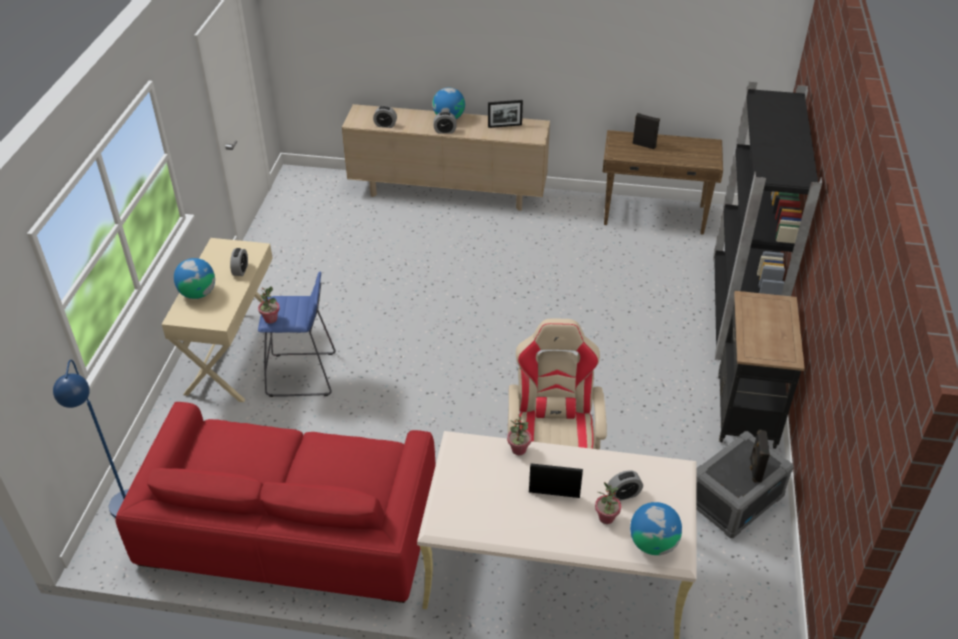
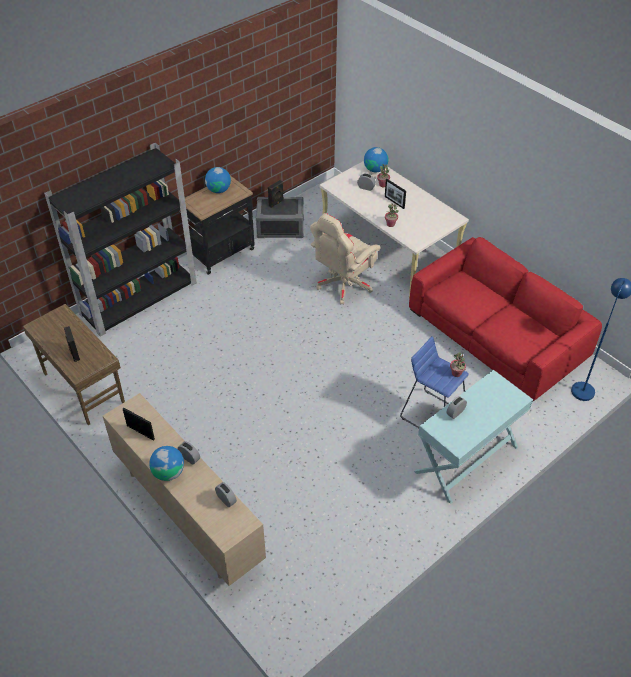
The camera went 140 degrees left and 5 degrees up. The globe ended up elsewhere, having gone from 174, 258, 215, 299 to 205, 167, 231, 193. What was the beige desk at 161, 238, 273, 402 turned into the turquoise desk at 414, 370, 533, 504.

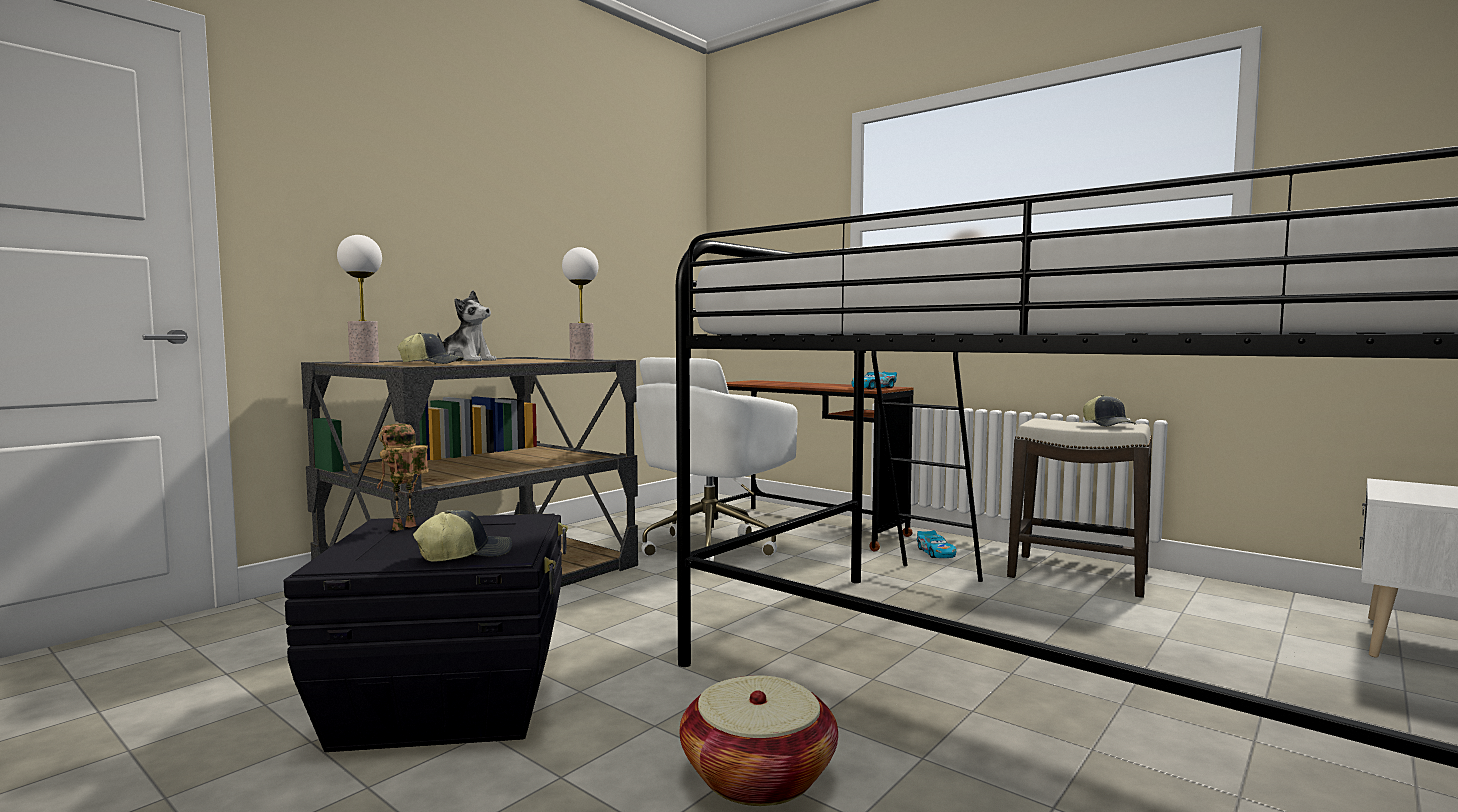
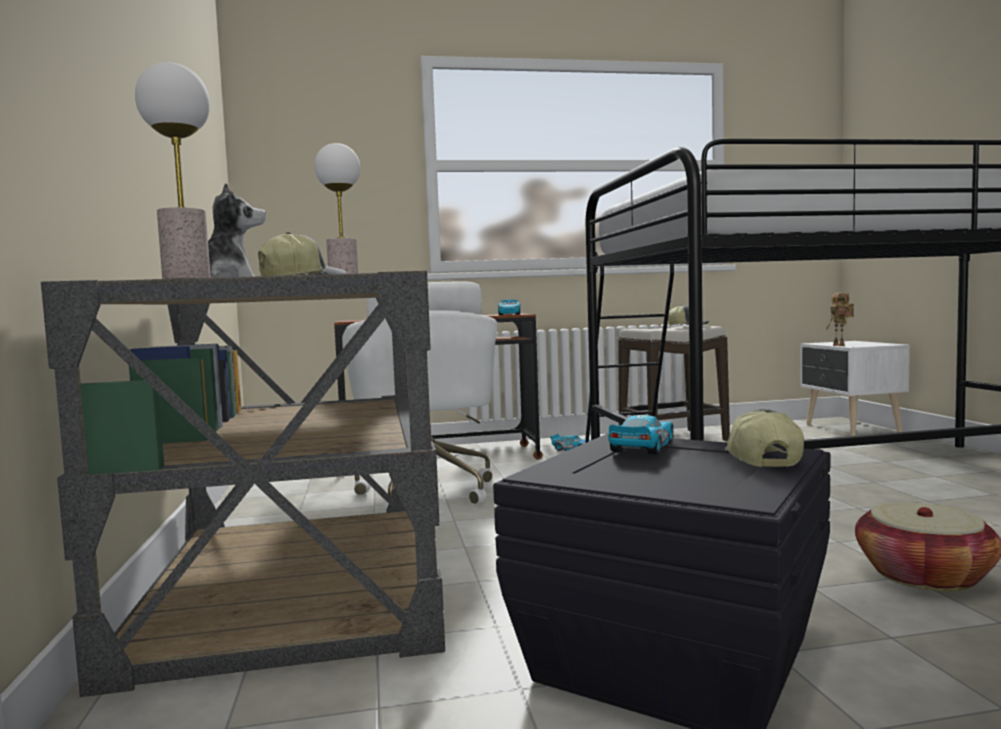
The camera went 50 degrees left and 0 degrees up. The second view gained the toy car at 608, 415, 674, 455. The toy robot ended up elsewhere, having gone from 377, 424, 429, 531 to 826, 292, 854, 346.

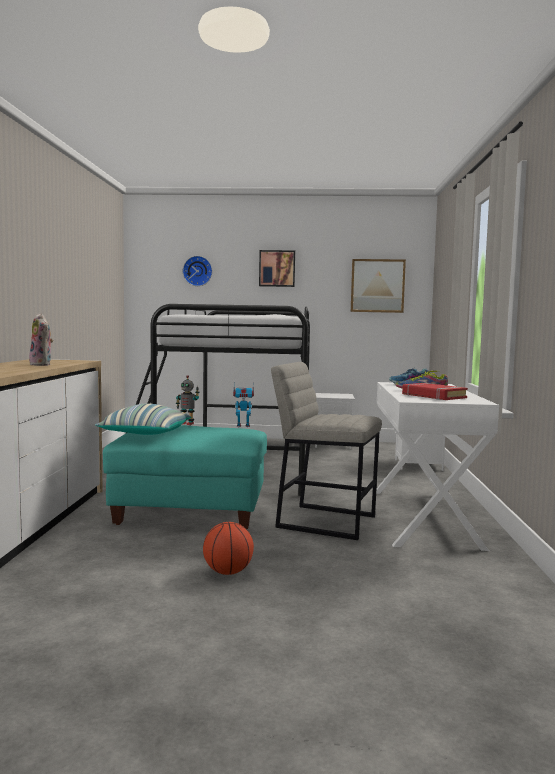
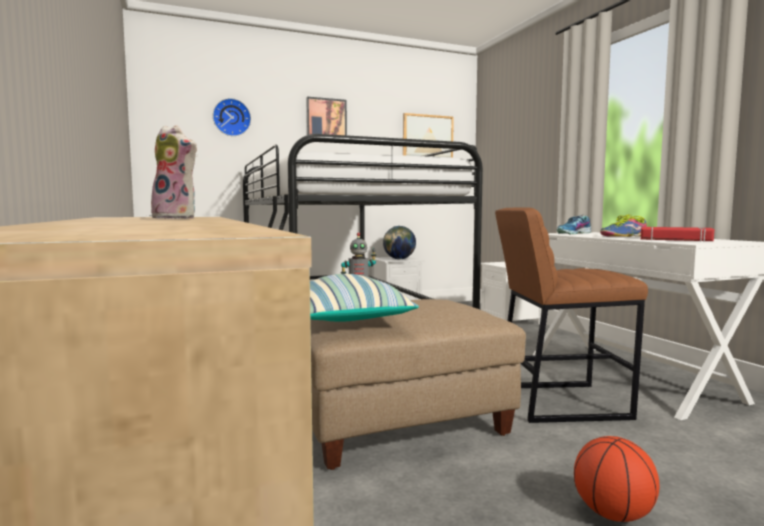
The camera went 25 degrees left and 0 degrees up. The second view lost the toy robot at 233, 382, 254, 428. The second view gained the globe at 383, 226, 416, 259. What was the turquoise ottoman at 103, 425, 267, 529 turned into the beige ottoman at 310, 299, 526, 470. What was the grey chair at 271, 362, 382, 540 turned into the brown chair at 495, 207, 648, 423.

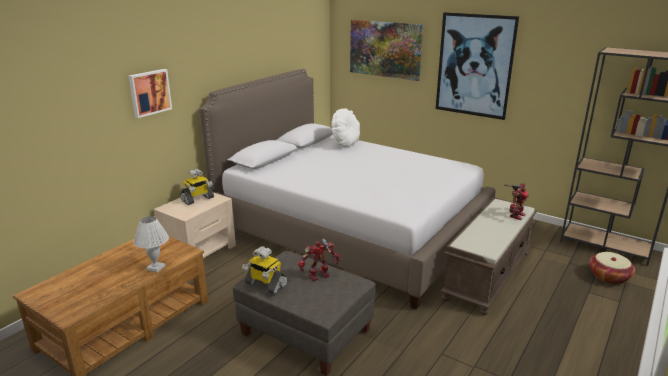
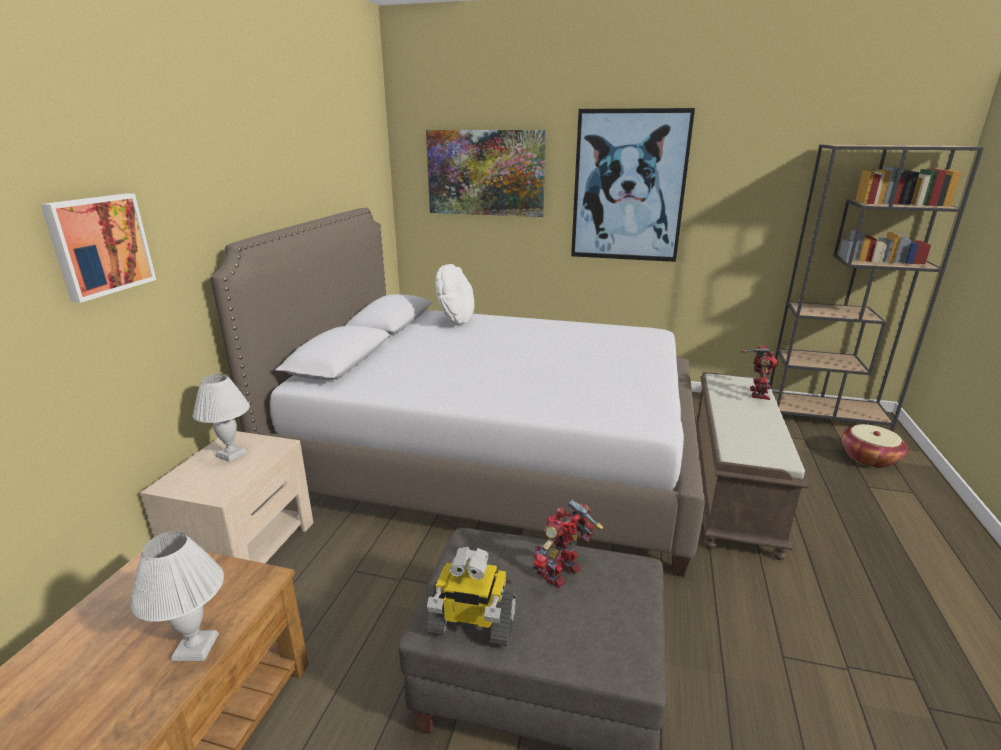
The camera went 20 degrees left and 0 degrees up. Where the toy robot stood at 180, 169, 214, 205, the white table lamp came to stand at 192, 374, 250, 462.

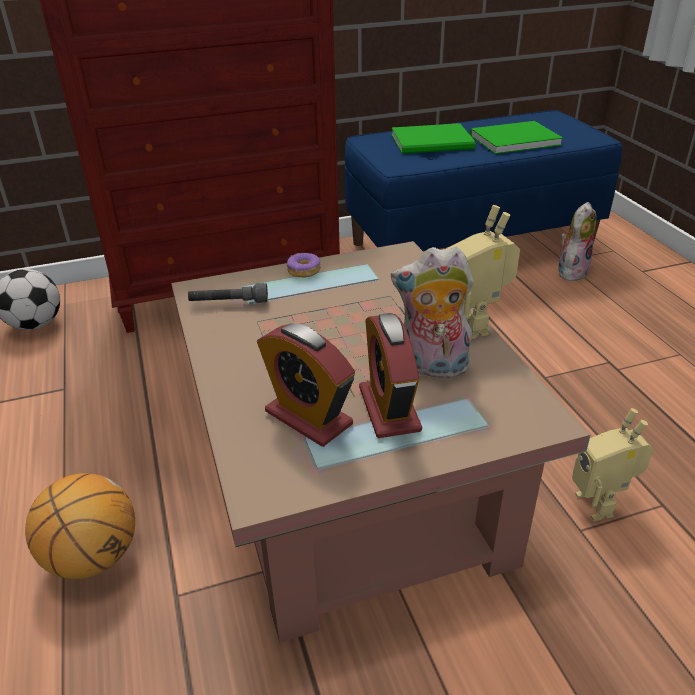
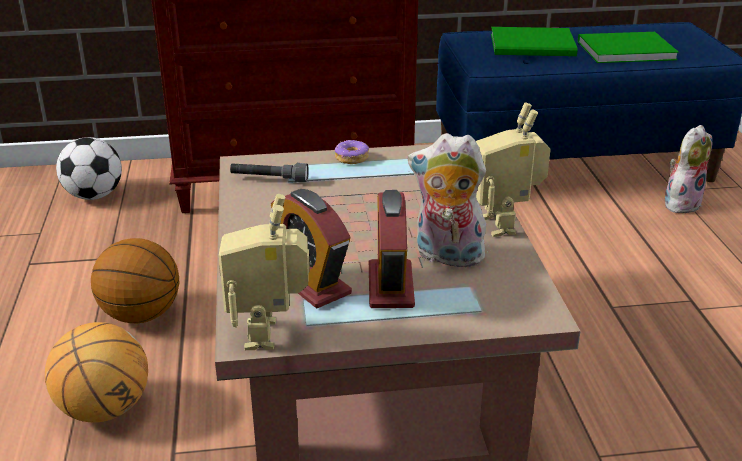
The camera went 10 degrees right and 5 degrees down. The second view gained the basketball at 91, 238, 179, 323. The toy robot ended up elsewhere, having gone from 572, 408, 653, 521 to 219, 194, 309, 350.

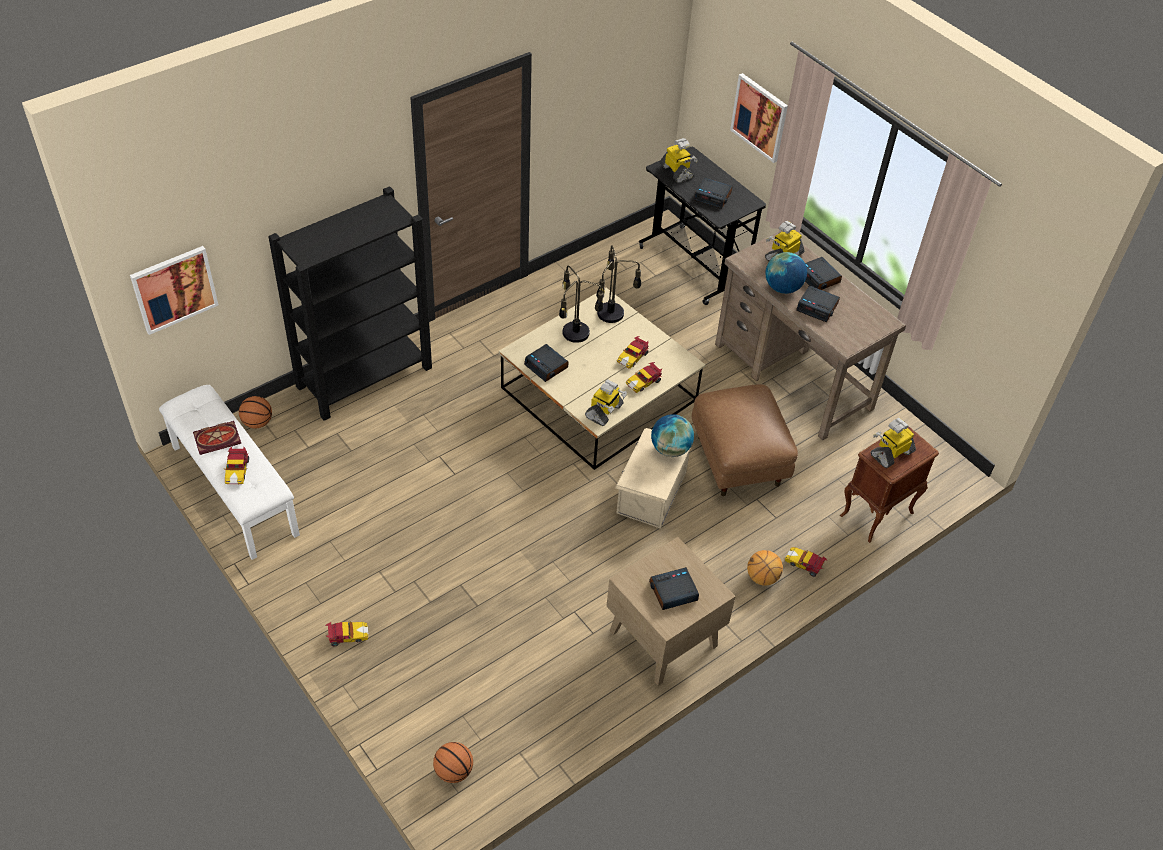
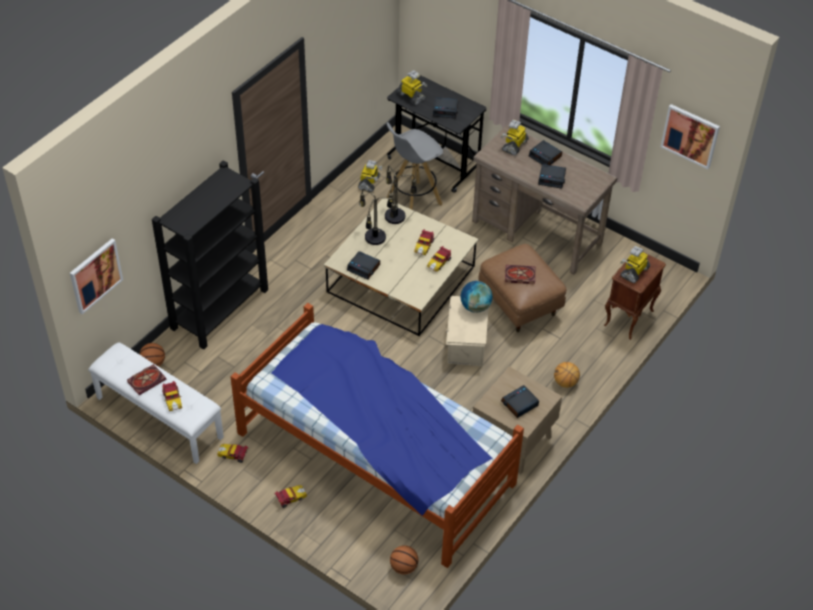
The camera went 15 degrees left and 0 degrees up. The second view lost the globe at 765, 252, 807, 294. The second view gained the bed at 230, 303, 524, 568. The second view gained the grey stool at 386, 122, 443, 210. The second view gained the book at 505, 265, 535, 284. The toy robot ended up elsewhere, having gone from 585, 379, 627, 426 to 358, 160, 383, 192. The picture ended up elsewhere, having gone from 730, 73, 788, 163 to 661, 104, 720, 169. The toy car ended up elsewhere, having gone from 785, 547, 827, 577 to 217, 444, 248, 463.

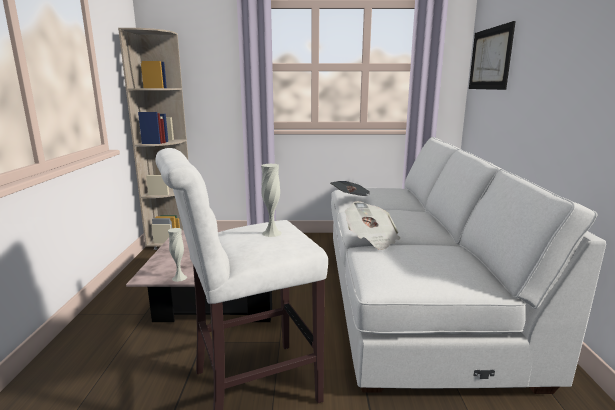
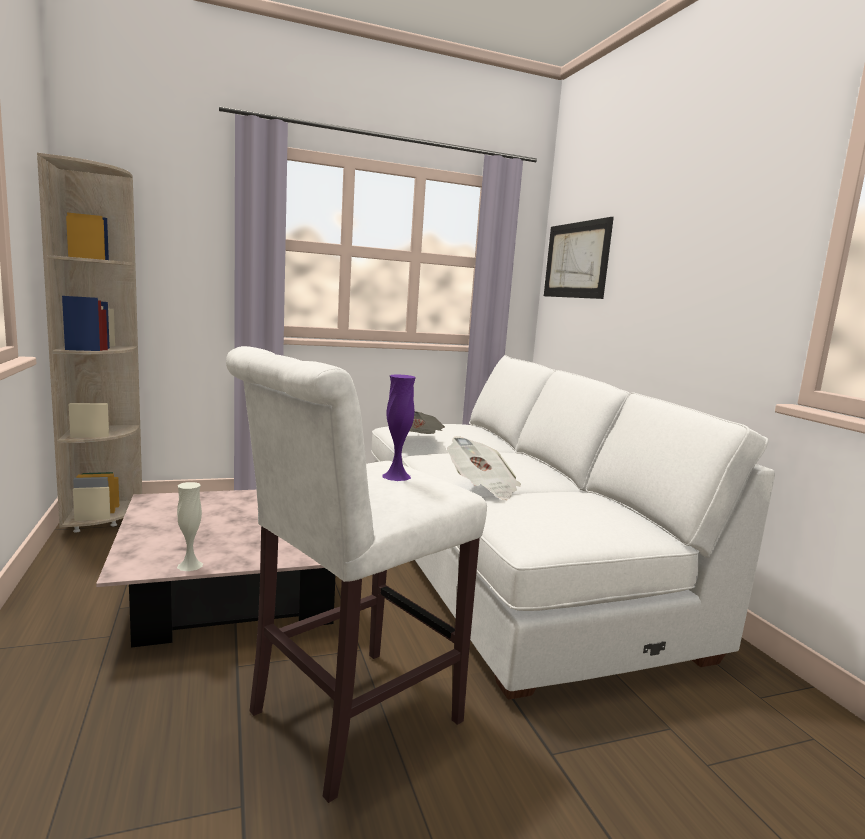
The camera went 20 degrees left and 5 degrees down. What was the white vase at 261, 164, 282, 237 turned into the purple vase at 382, 374, 416, 481.

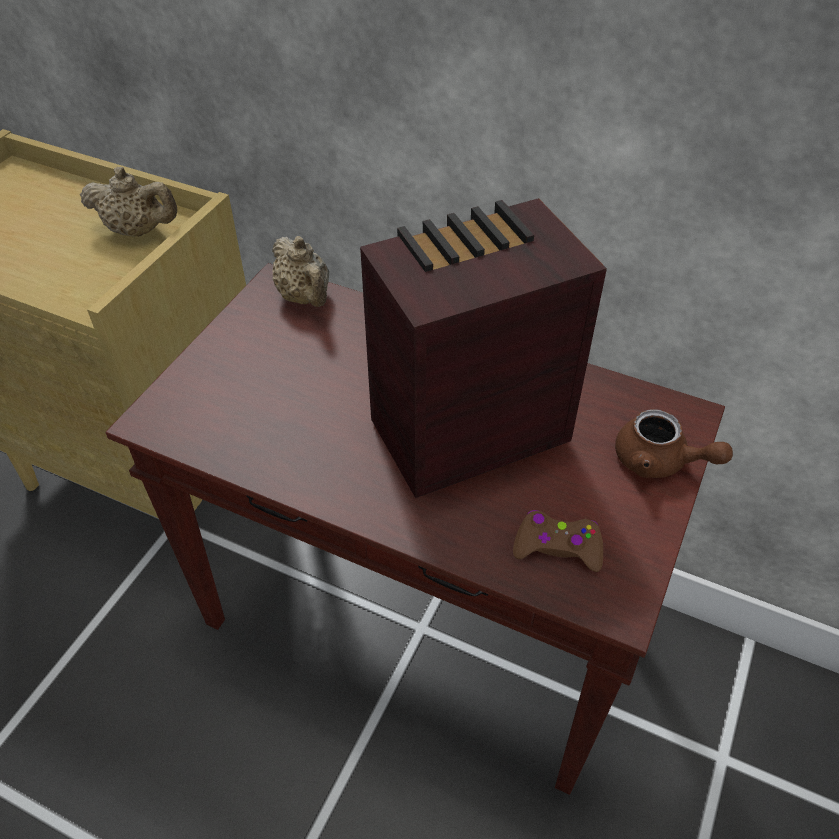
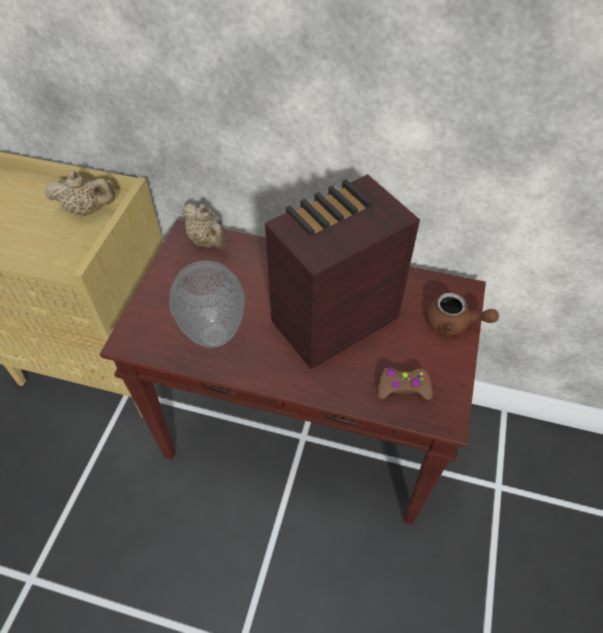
The camera went 10 degrees left and 5 degrees up. The second view gained the vase at 169, 261, 245, 348.

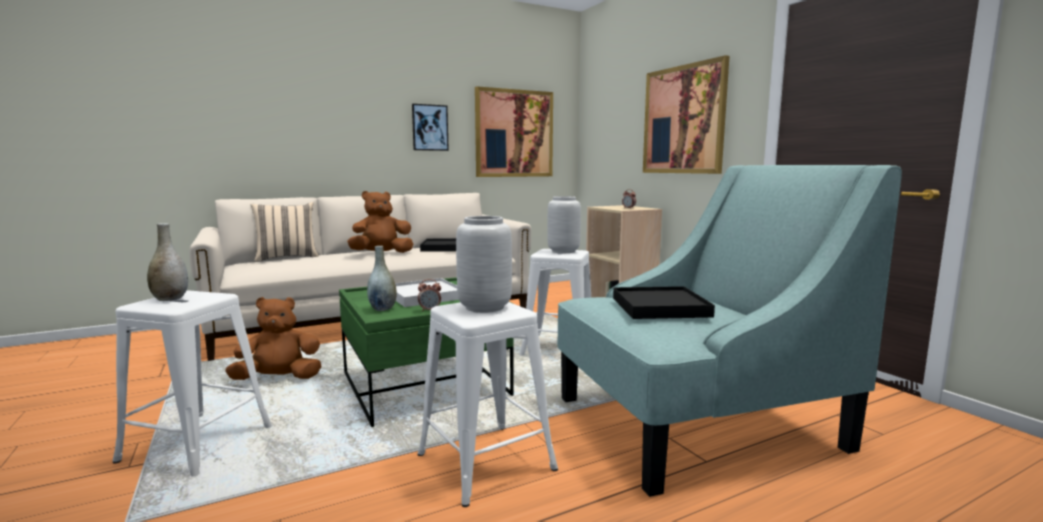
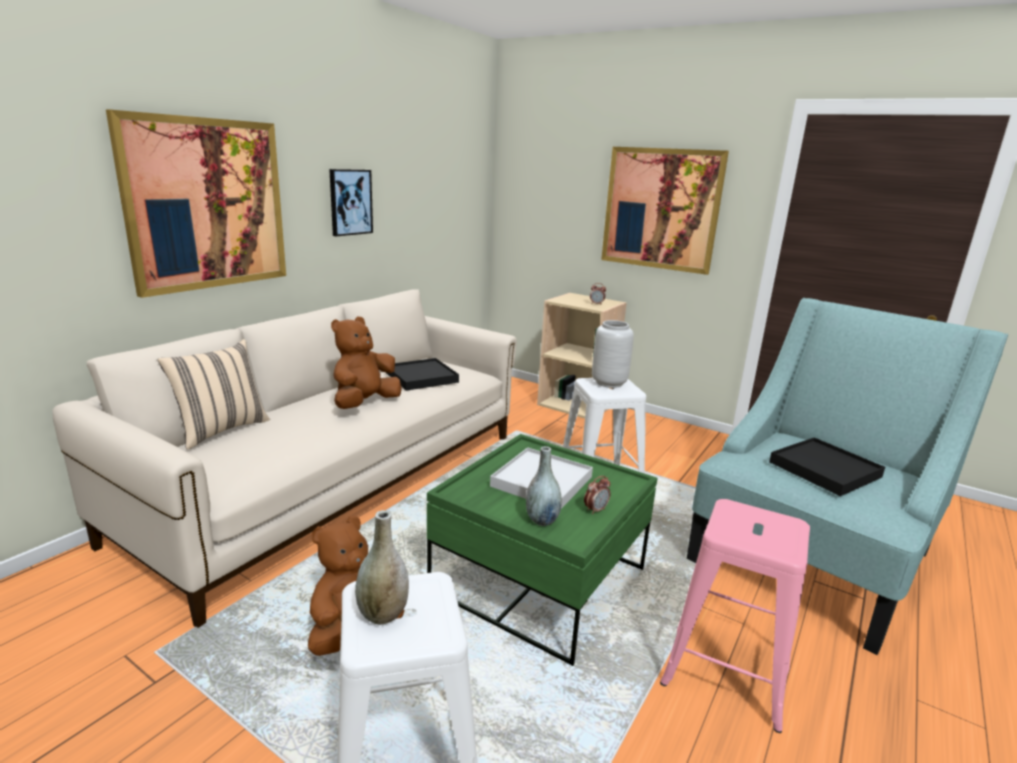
The camera went 30 degrees left and 10 degrees up. The second view lost the grey vase at 456, 216, 512, 313. The picture ended up elsewhere, having gone from 475, 86, 553, 177 to 106, 110, 286, 298. What was the white stool at 417, 302, 558, 507 turned into the pink stool at 660, 499, 810, 733.

